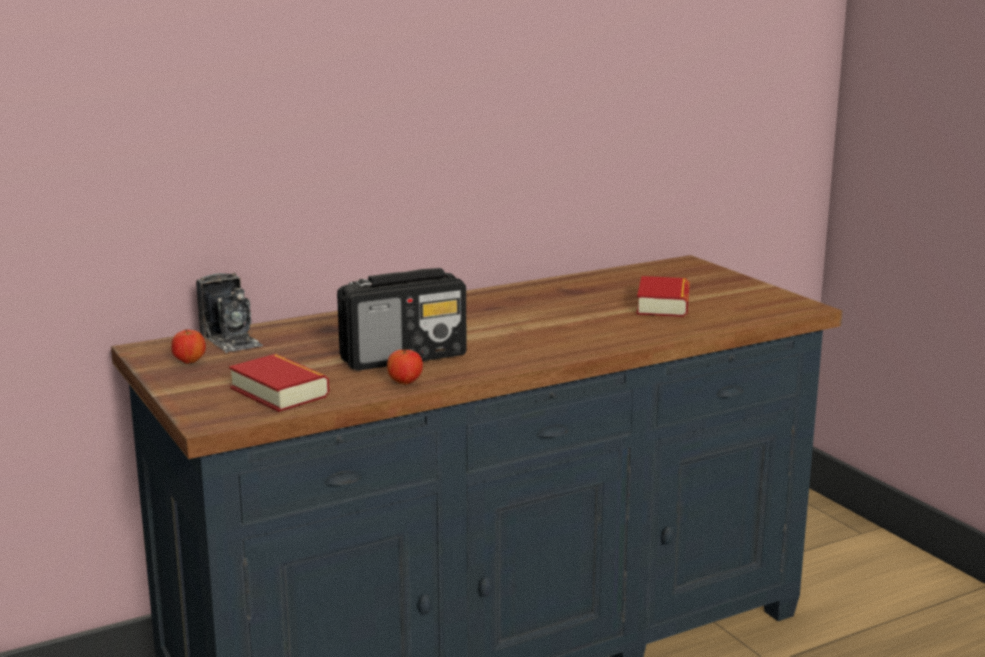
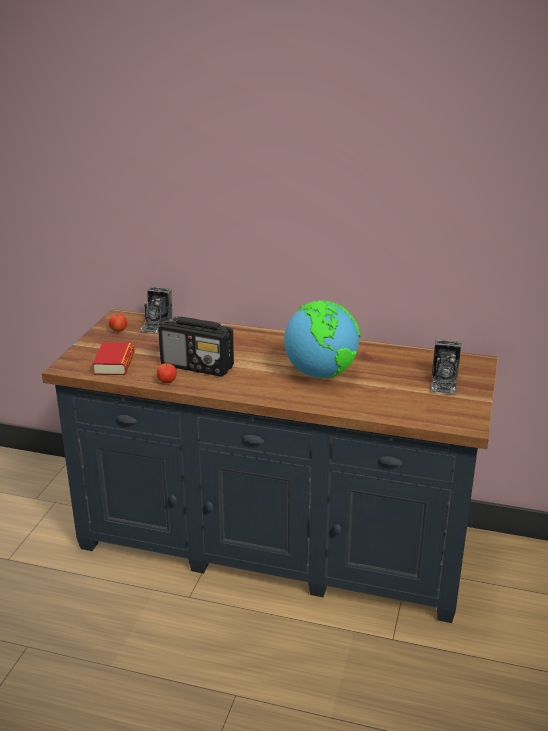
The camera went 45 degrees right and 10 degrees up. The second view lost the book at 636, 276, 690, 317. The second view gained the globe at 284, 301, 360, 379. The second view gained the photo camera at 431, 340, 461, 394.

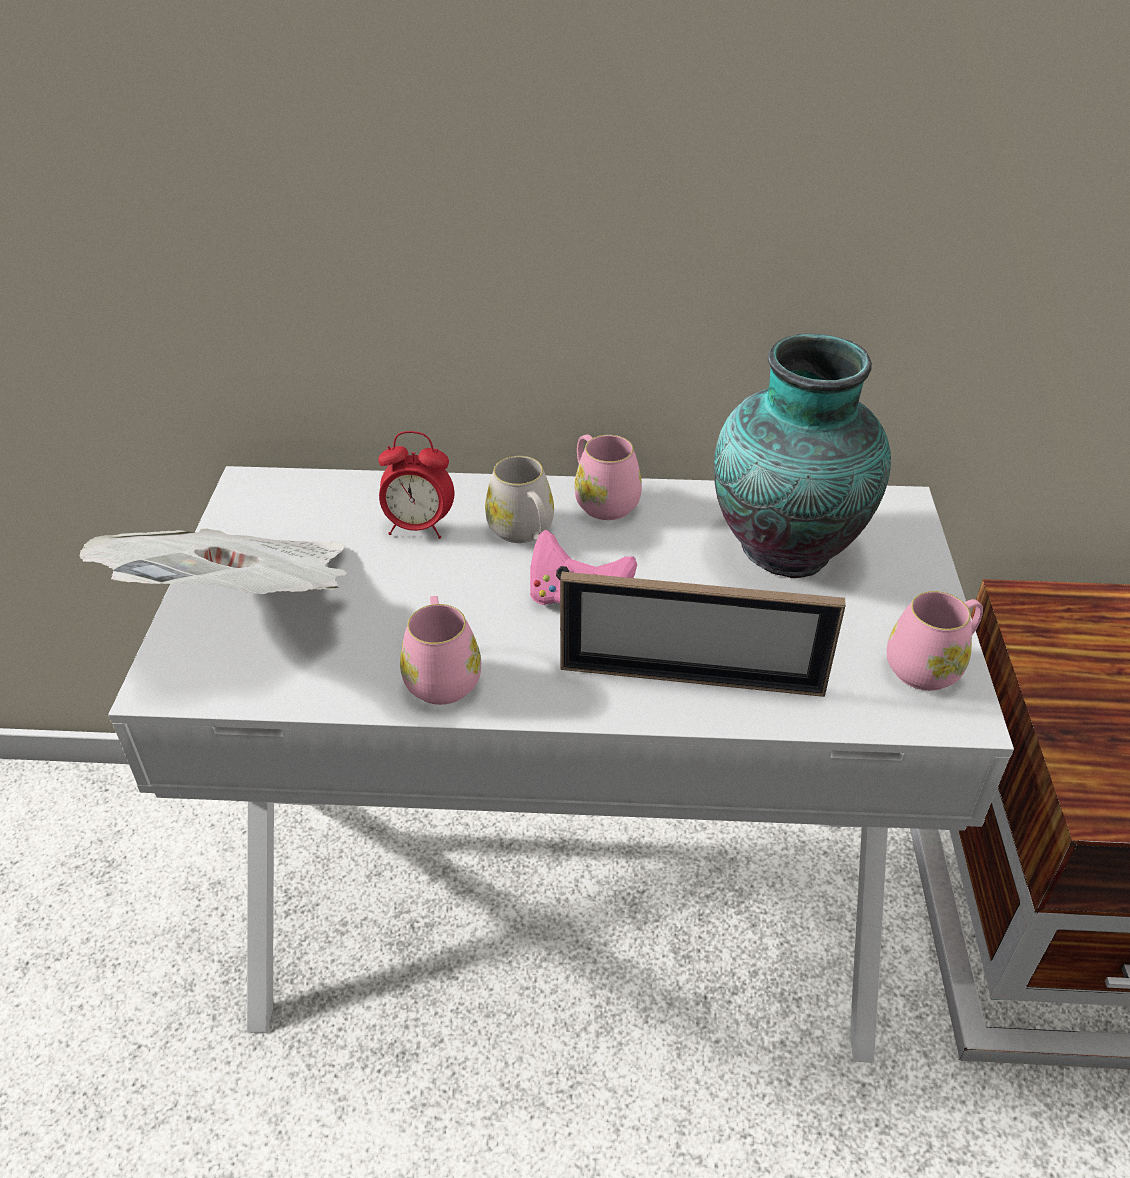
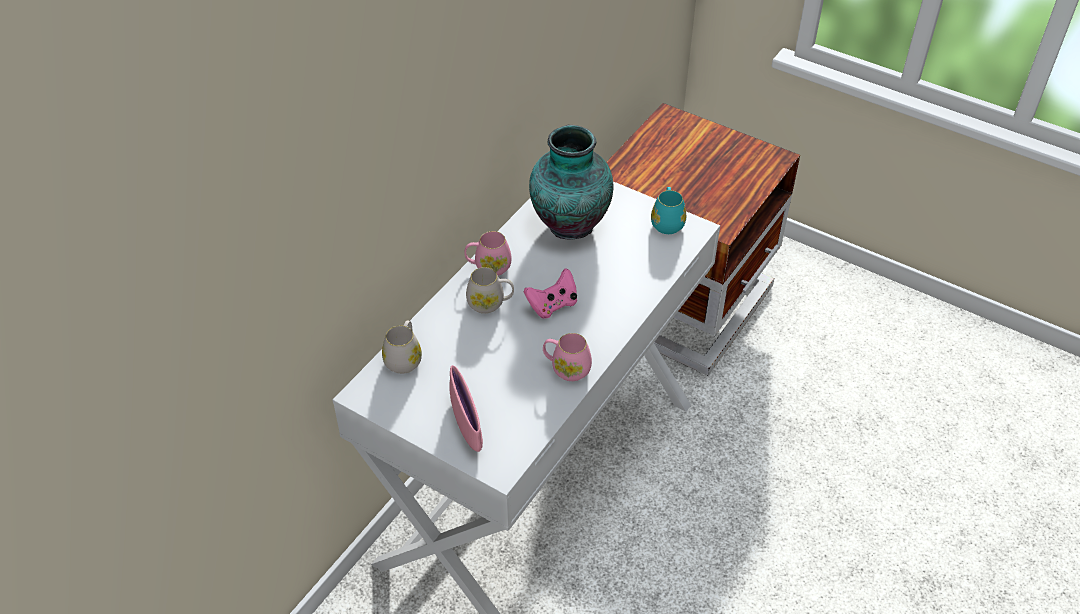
The camera went 60 degrees left and 5 degrees up. The second view lost the alarm clock at 378, 431, 454, 539. The second view lost the picture frame at 560, 572, 846, 697. The second view gained the white mug at 382, 320, 422, 374. Where the newspaper stood at 79, 529, 347, 594, the pink bowl came to stand at 449, 365, 483, 452. What was the pink mug at 887, 591, 983, 691 turned into the turquoise mug at 651, 187, 686, 234.

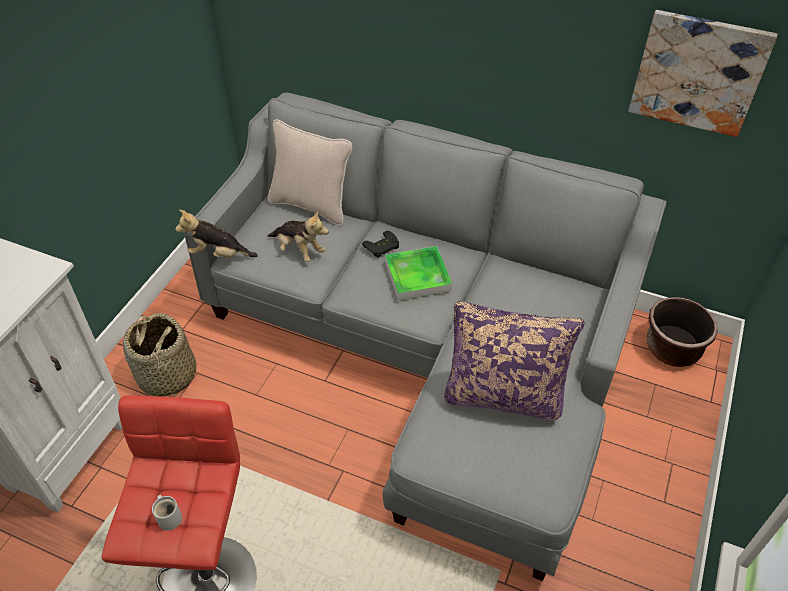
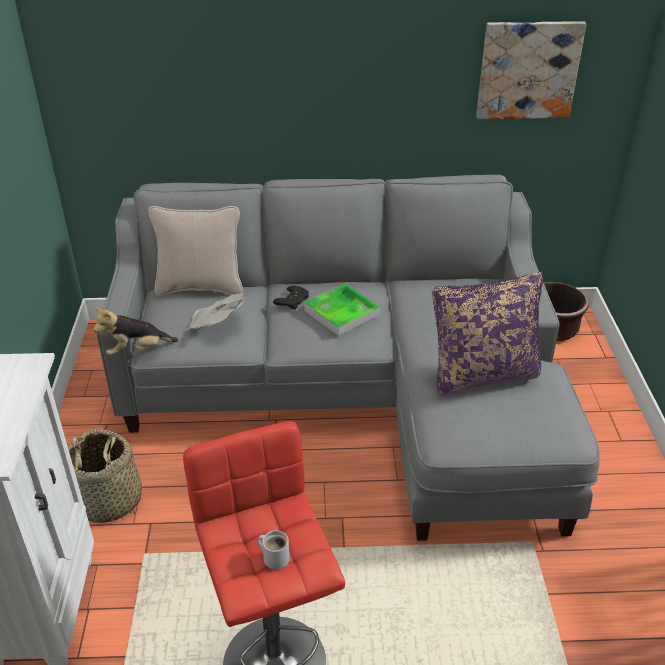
The camera went 25 degrees left and 10 degrees down. Where the plush toy stood at 268, 210, 329, 262, the newspaper came to stand at 187, 293, 244, 330.

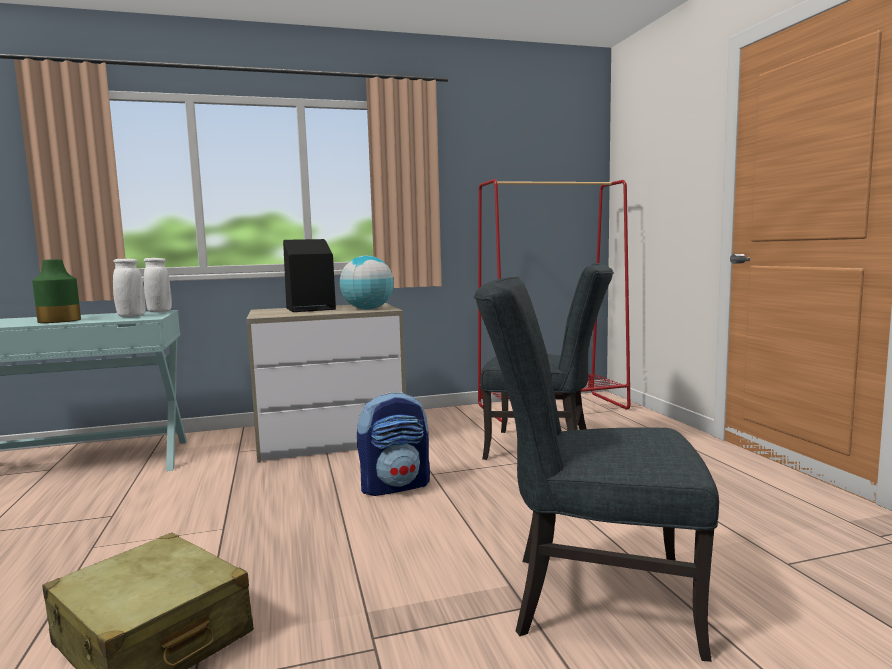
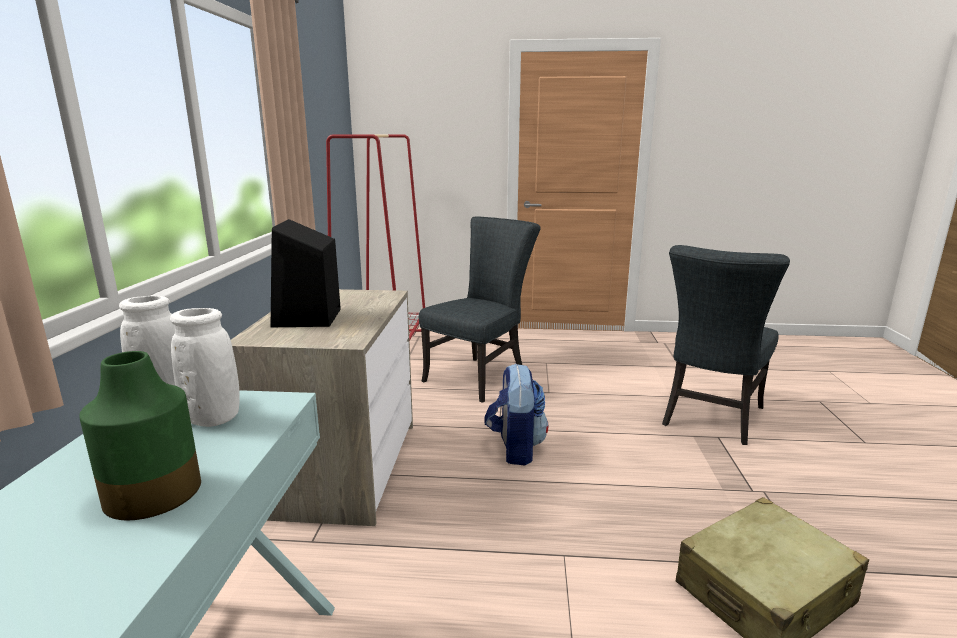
The camera went 70 degrees left and 10 degrees up. The second view lost the globe at 340, 255, 394, 310.

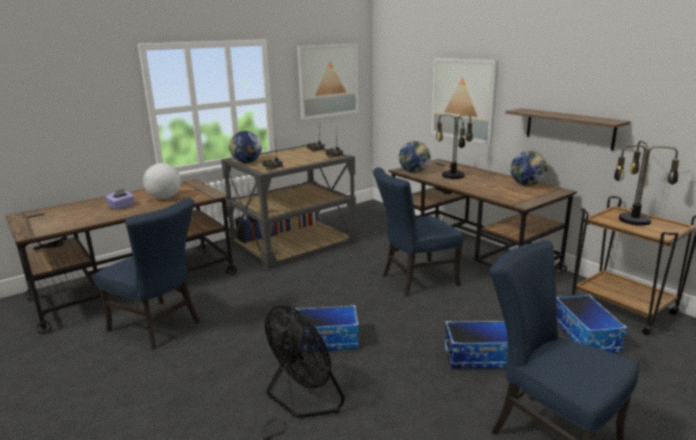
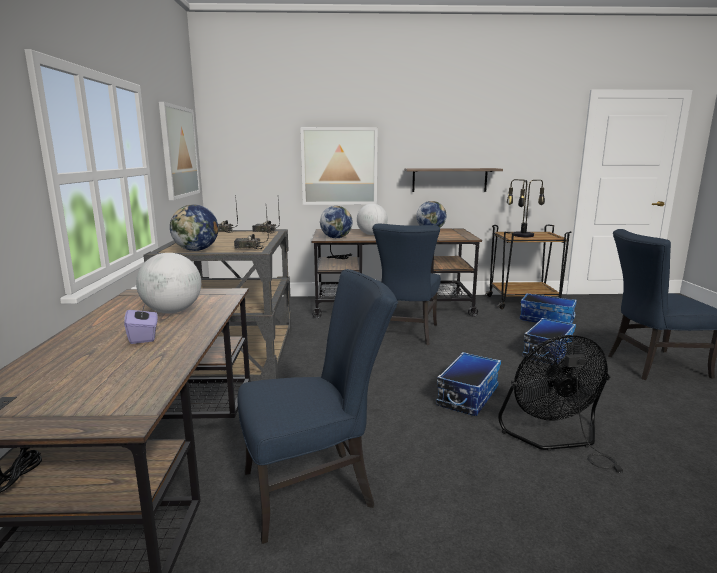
The camera went 55 degrees left and 5 degrees down. Where the table lamp stood at 436, 114, 473, 179, the globe came to stand at 357, 204, 388, 235.

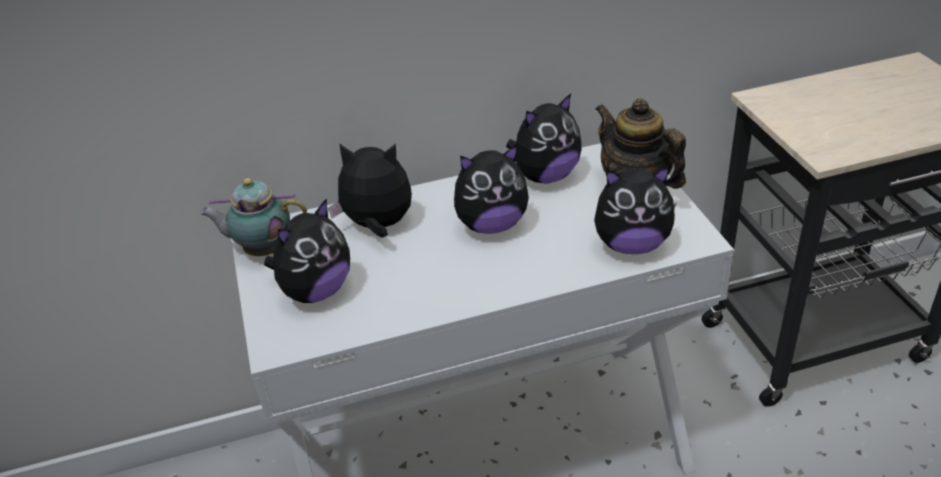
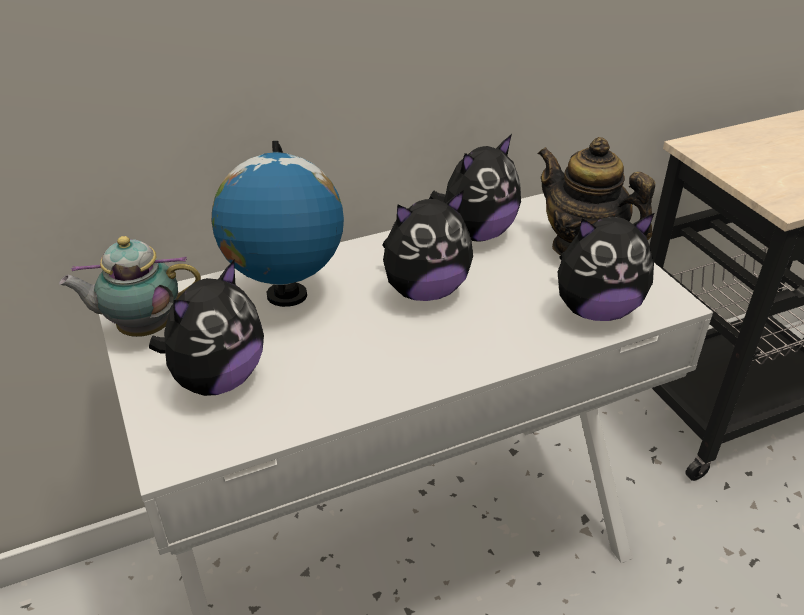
The camera went 10 degrees left and 0 degrees up. Where the plush toy stood at 328, 143, 412, 237, the globe came to stand at 212, 141, 344, 307.

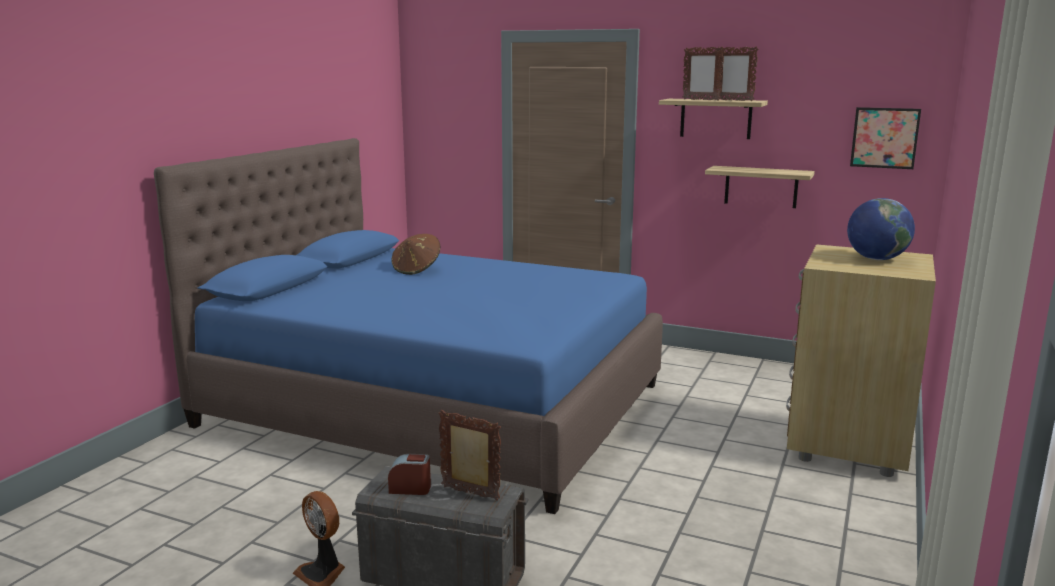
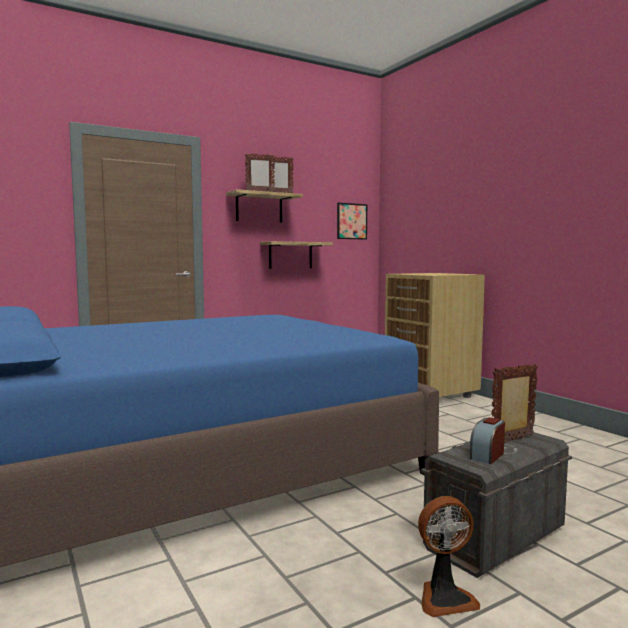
The camera went 55 degrees left and 10 degrees down. The second view lost the brown hat at 392, 234, 440, 275. The second view lost the globe at 847, 198, 915, 260.

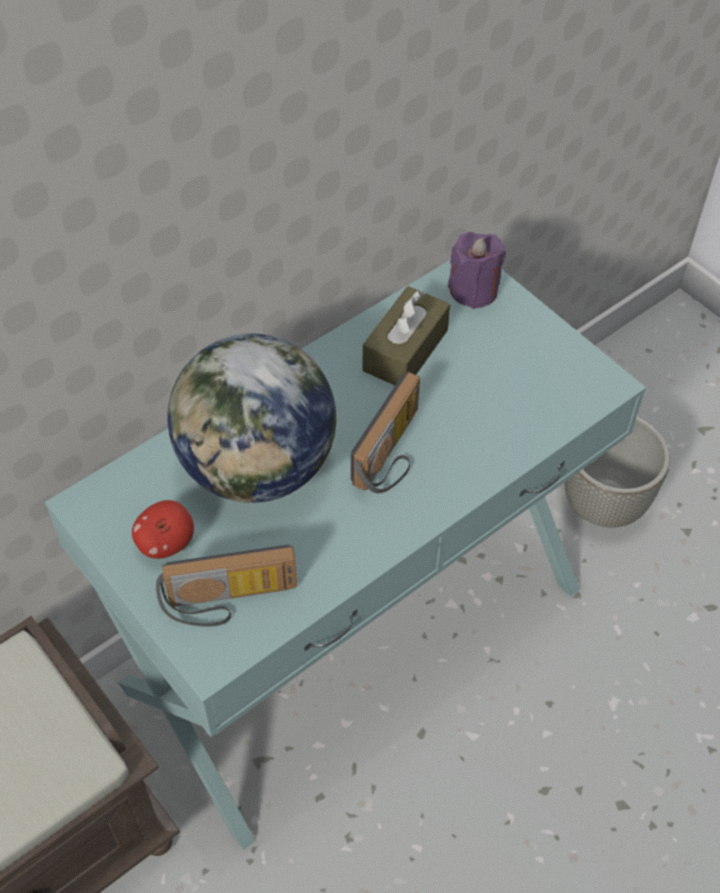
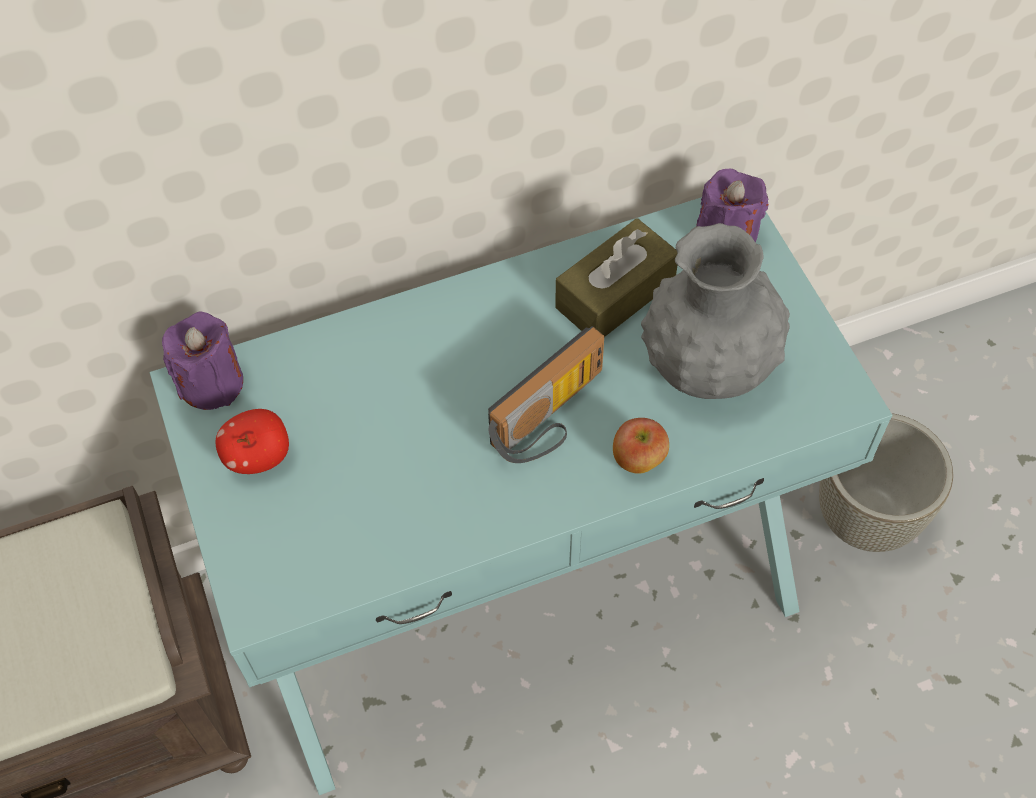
The camera went 20 degrees right and 5 degrees up. The second view lost the radio at 156, 545, 297, 626. The second view lost the globe at 167, 333, 336, 503. The second view gained the purple candle at 162, 311, 243, 410. The second view gained the apple at 613, 418, 669, 474. The second view gained the grey vase at 641, 223, 790, 399.

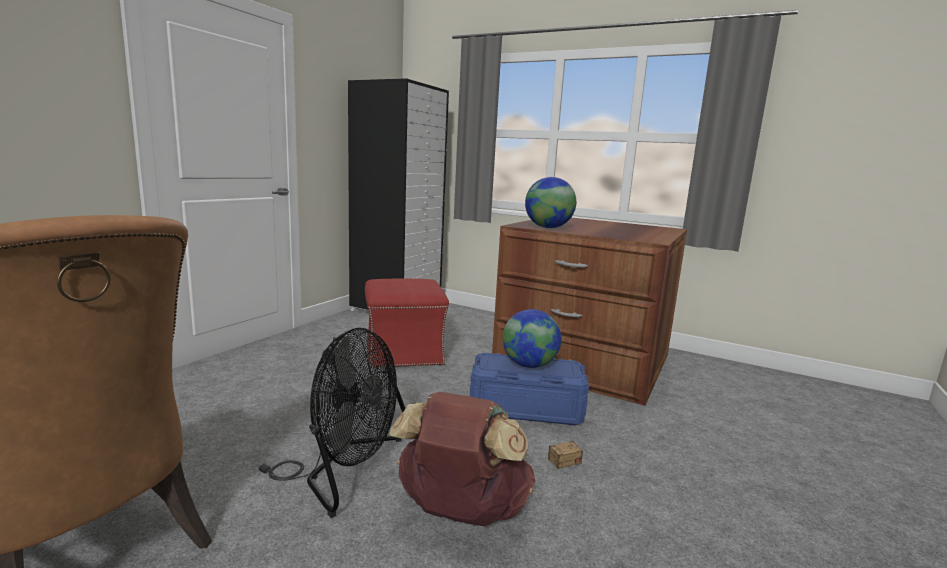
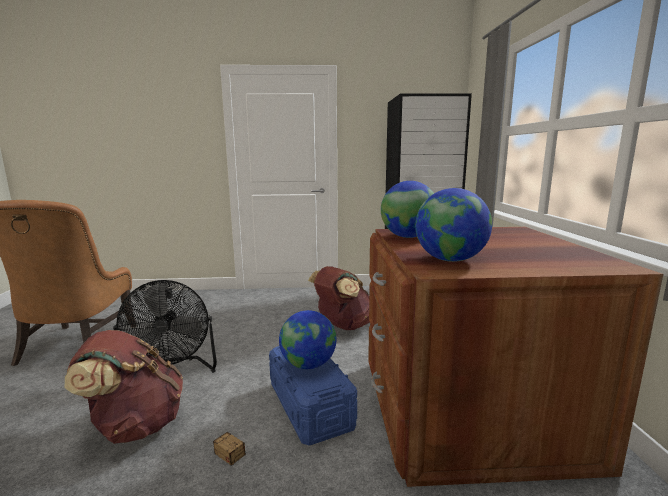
The camera went 60 degrees right and 0 degrees up. The second view gained the globe at 415, 188, 492, 262. Where the red ottoman stood at 365, 279, 449, 368, the brown backpack came to stand at 308, 266, 370, 330.

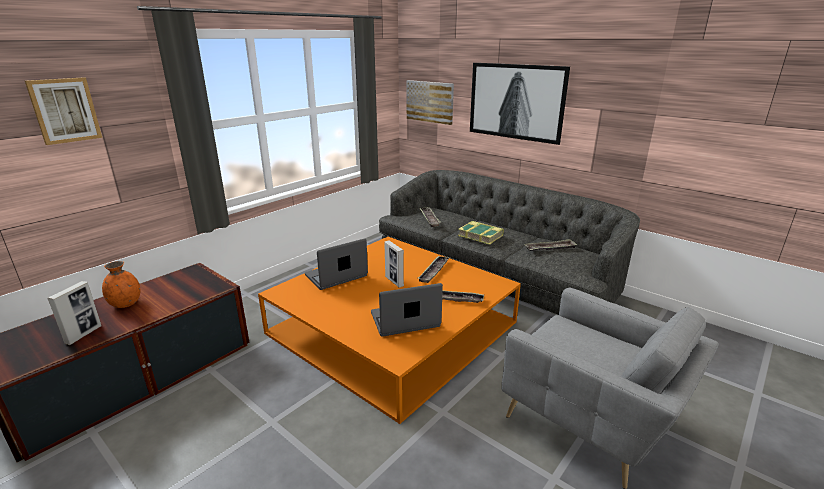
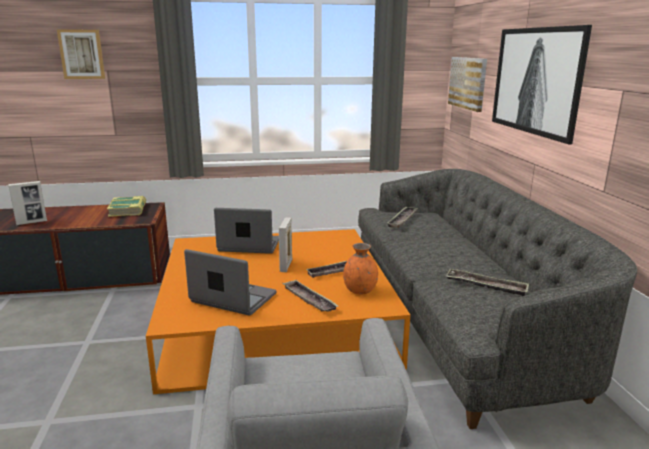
The camera went 40 degrees right and 5 degrees down. The orange vase ended up elsewhere, having gone from 102, 261, 141, 308 to 343, 243, 378, 294. The book ended up elsewhere, having gone from 458, 221, 504, 245 to 107, 196, 146, 217.

